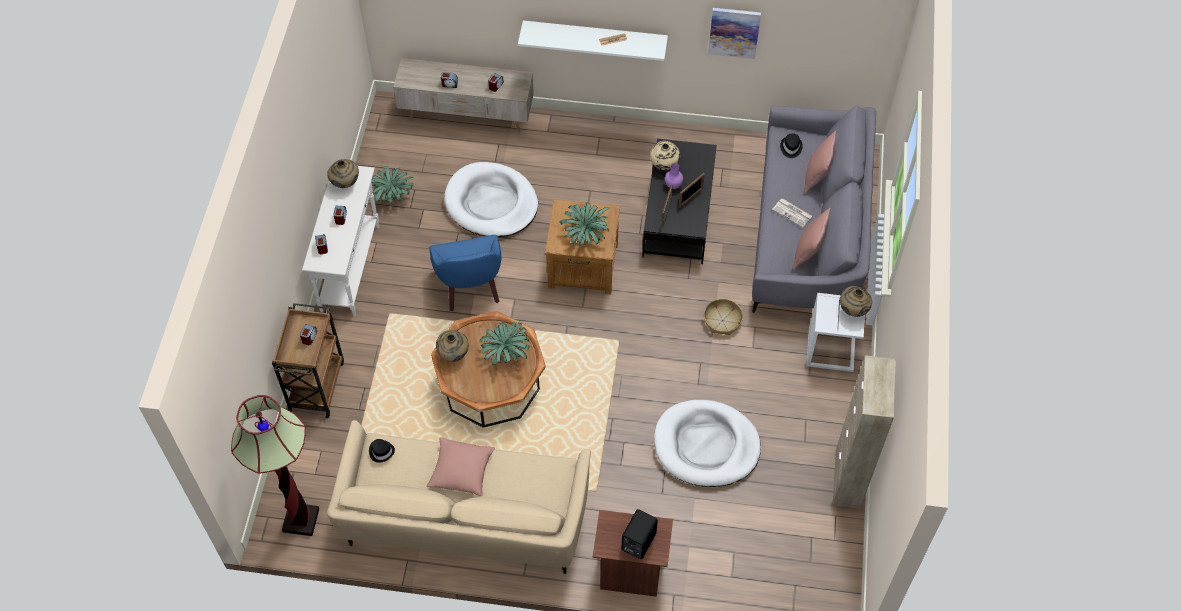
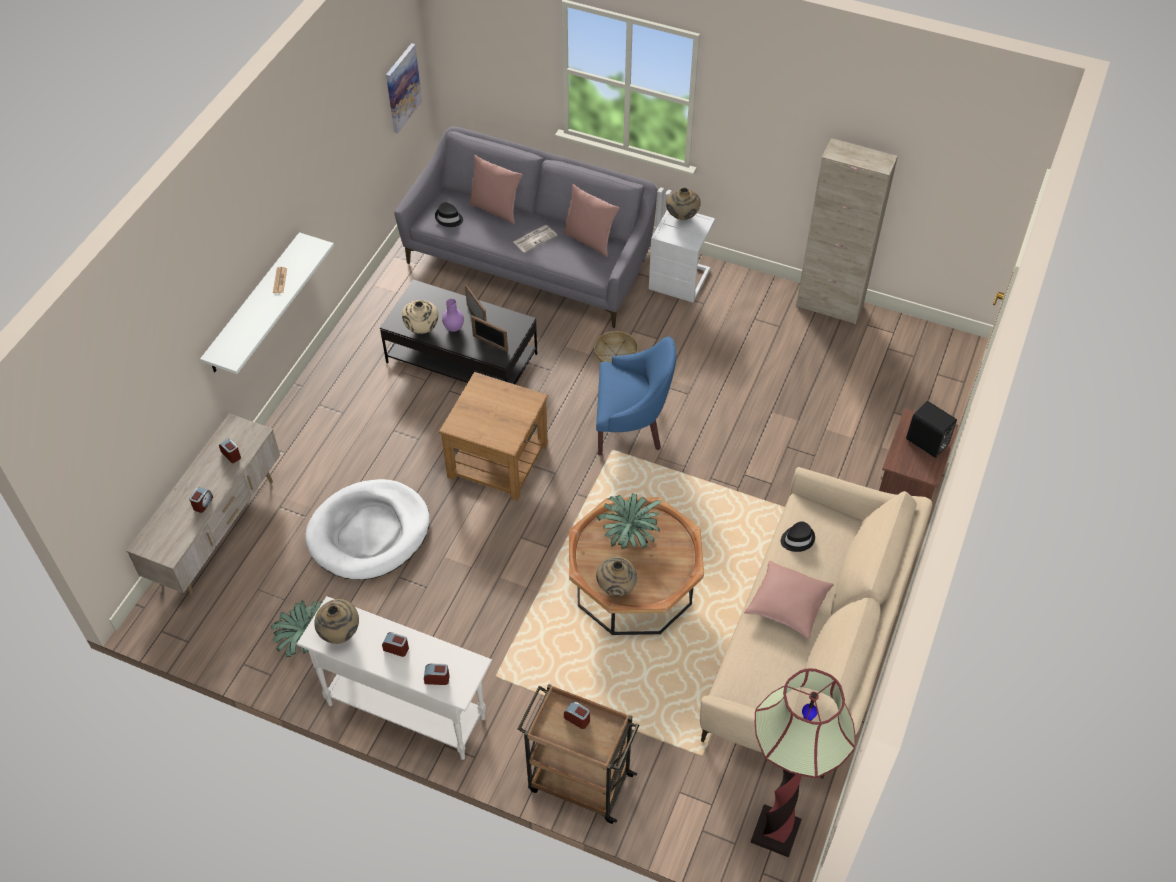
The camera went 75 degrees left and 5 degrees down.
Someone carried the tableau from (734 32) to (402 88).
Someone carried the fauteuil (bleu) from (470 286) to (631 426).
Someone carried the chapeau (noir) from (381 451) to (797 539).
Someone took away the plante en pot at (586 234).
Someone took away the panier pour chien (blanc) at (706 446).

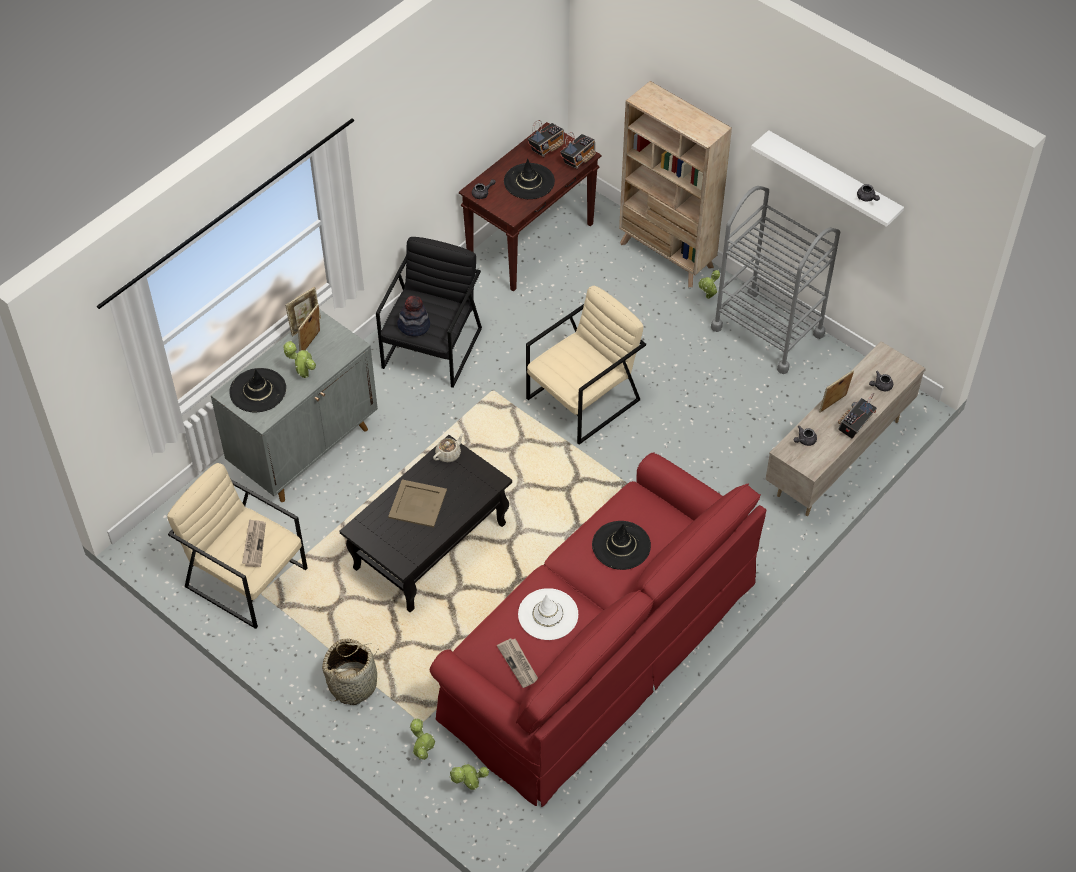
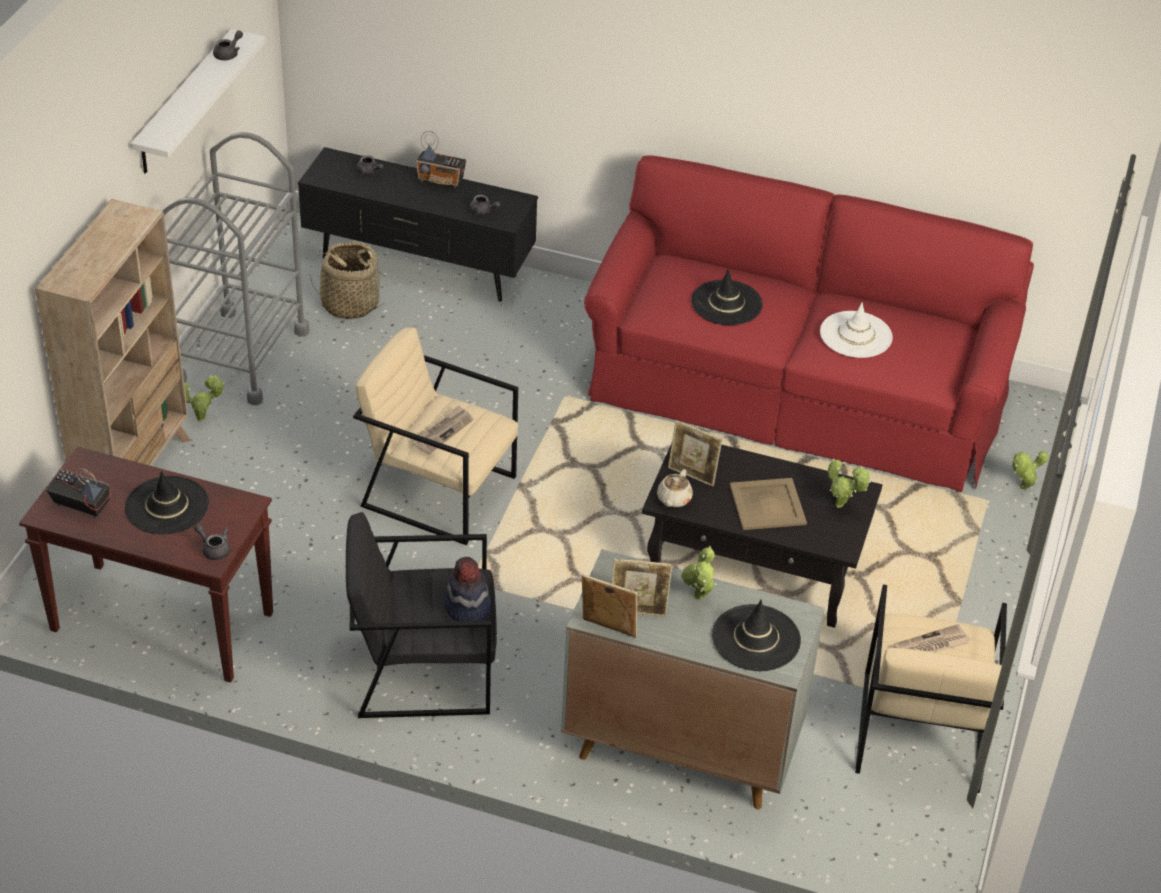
The camera went 115 degrees left and 10 degrees down.
Someone repainted the meuble télé (beige) at (837 458), which became the meuble télé (noir) at (419 268).
Someone carried the panier from (353 684) to (350 304).
Someone carried the journal from (518 663) to (443 431).
Someone rotated the théière (beige) at (448 454) by 90 degrees counterclockwise.
Someone carried the cadre photo from (833 404) to (692 475).
Someone carried the plante en pot from (470 787) to (842 506).
Someone took away the radio at (579 159).

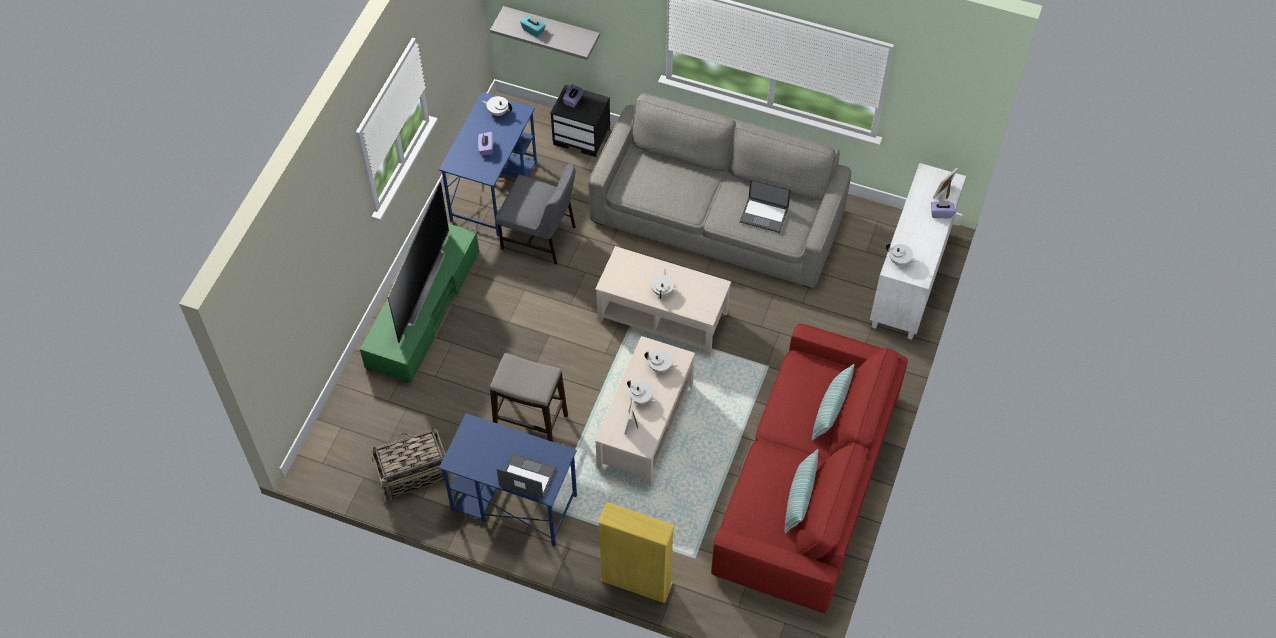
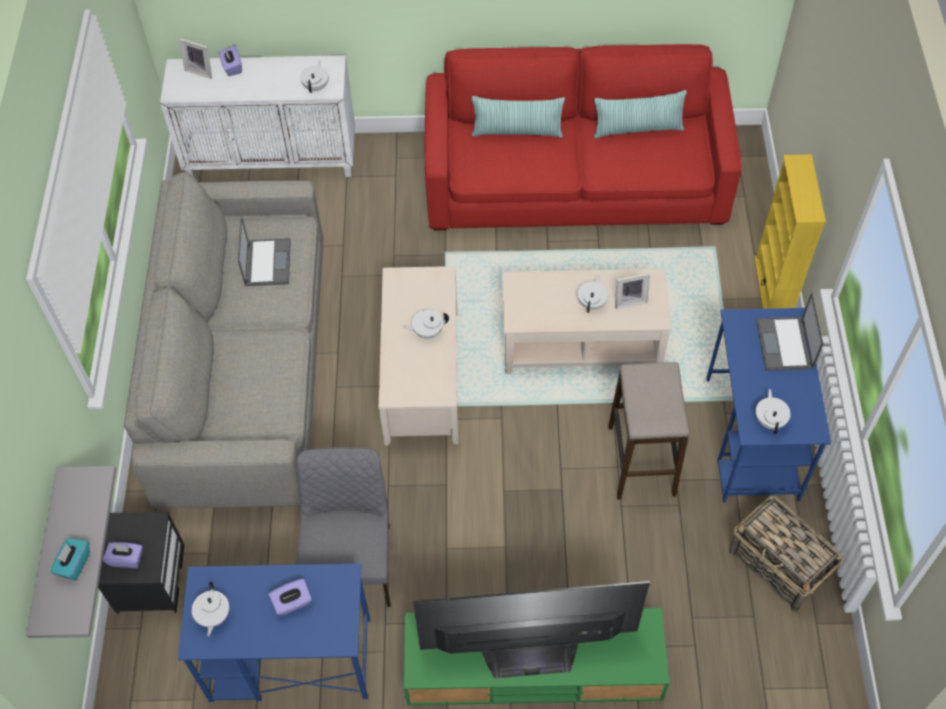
The camera went 110 degrees left and 0 degrees up.
Someone carried the théière (blanc) from (660 367) to (770 420).

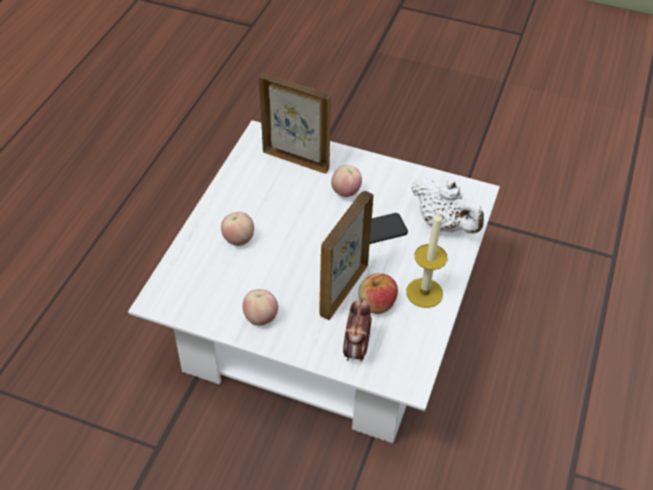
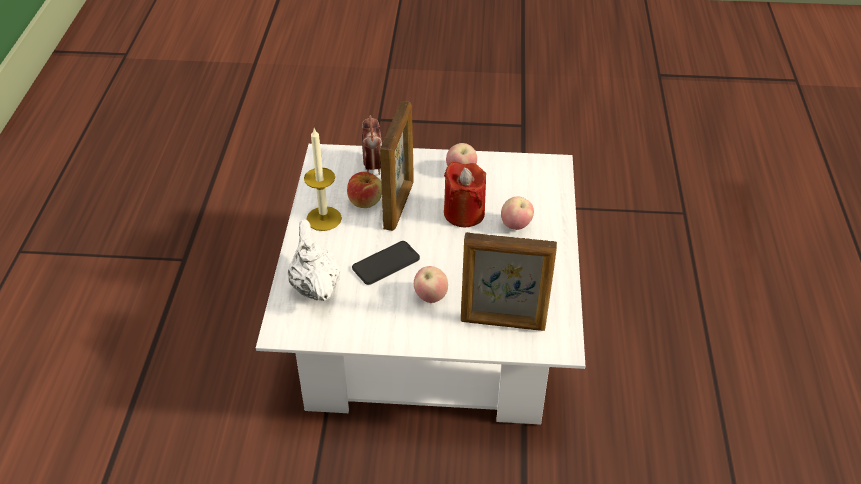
The camera went 165 degrees right and 5 degrees down.
Someone rotated the théière (blanc) at (444 224) by 45 degrees clockwise.
Someone put down the bougie (rouge) at (464 213).

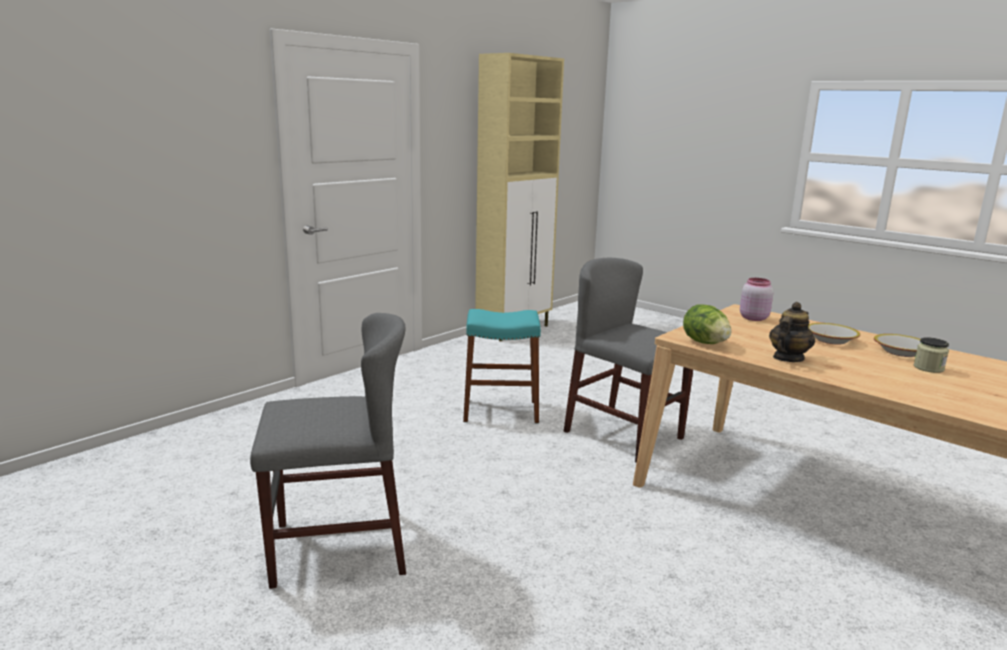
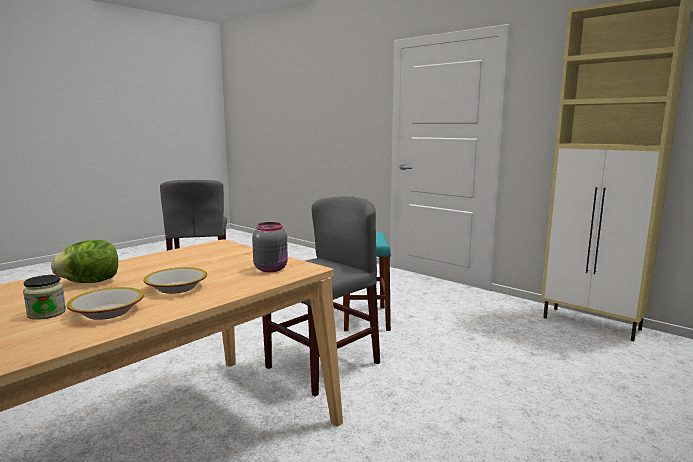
The camera went 90 degrees right and 5 degrees down.
Someone carried the laitue from (705 343) to (90 282).
Someone repainted the bocal (rose) at (753 318), which became the bocal (gris) at (271 269).
Someone took away the théière at (787 358).

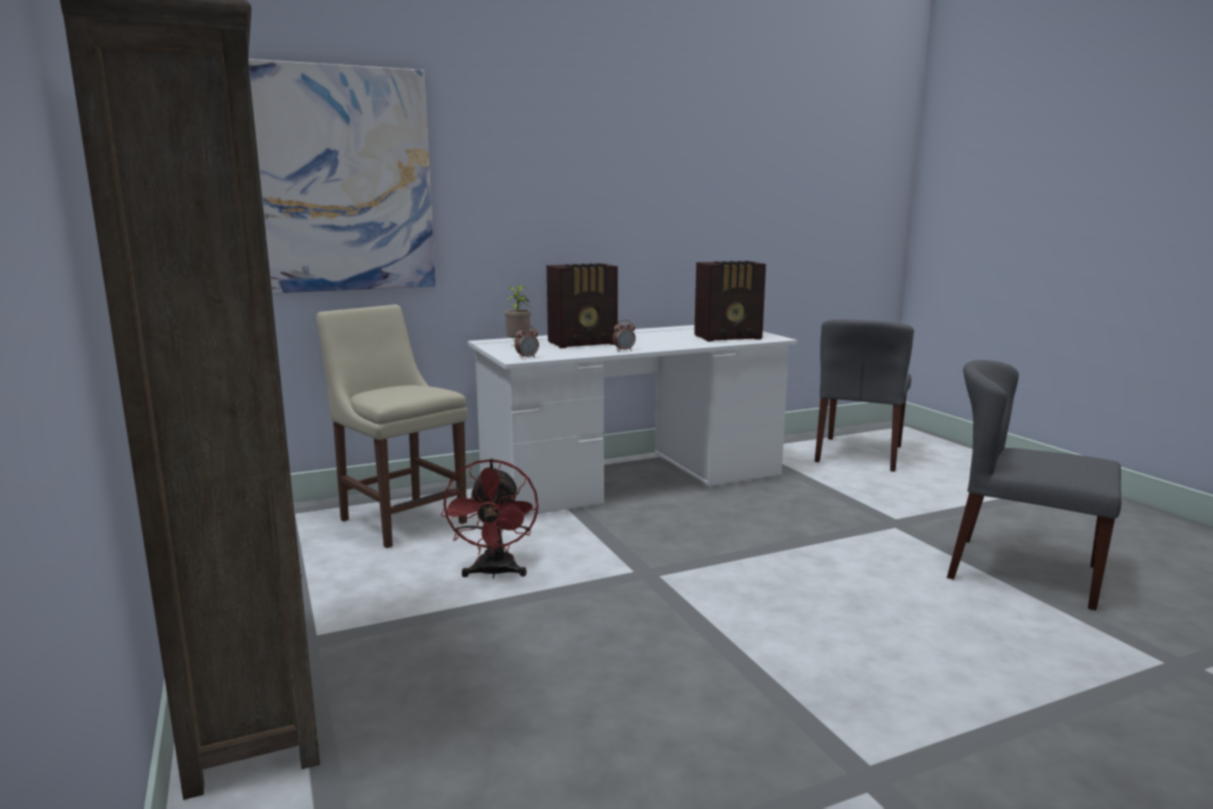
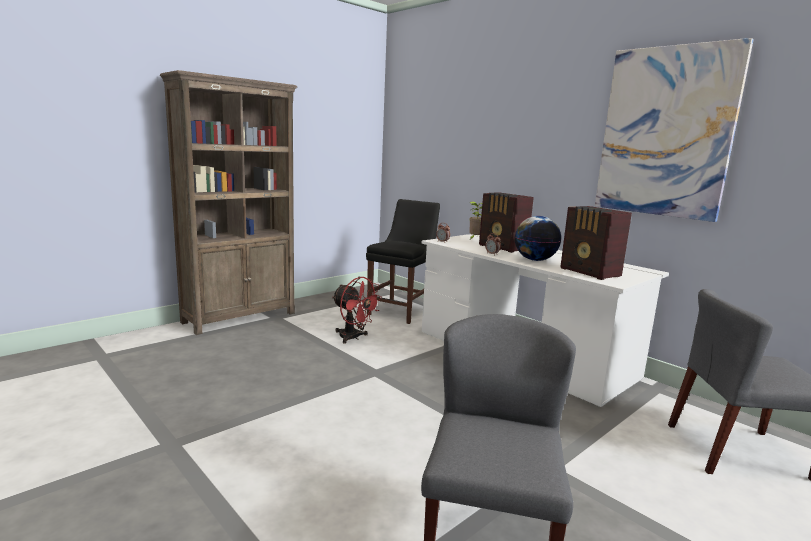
The camera went 70 degrees right and 0 degrees up.
Someone rotated the ventilateur (rouge) at (494 573) by 120 degrees counterclockwise.
Someone repainted the chaise (beige) at (400 519), which became the chaise (noir) at (401 311).
Someone put down the globe at (535 260).
Someone carried the tableau from (347 180) to (665 132).

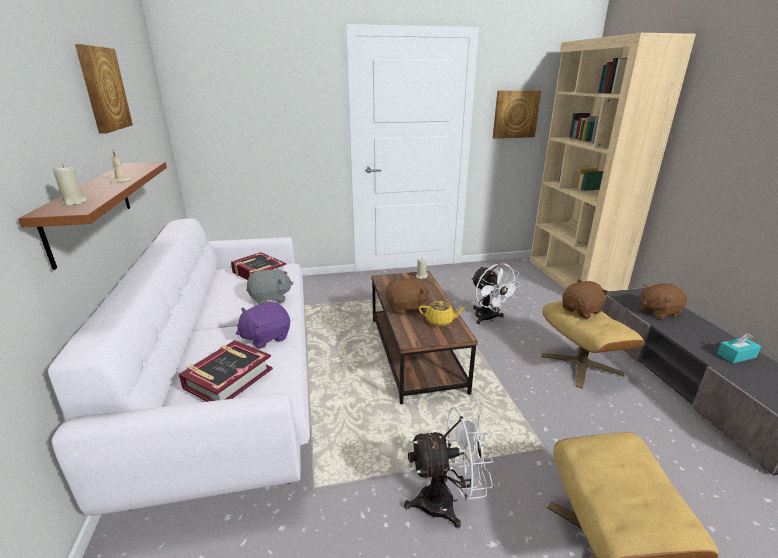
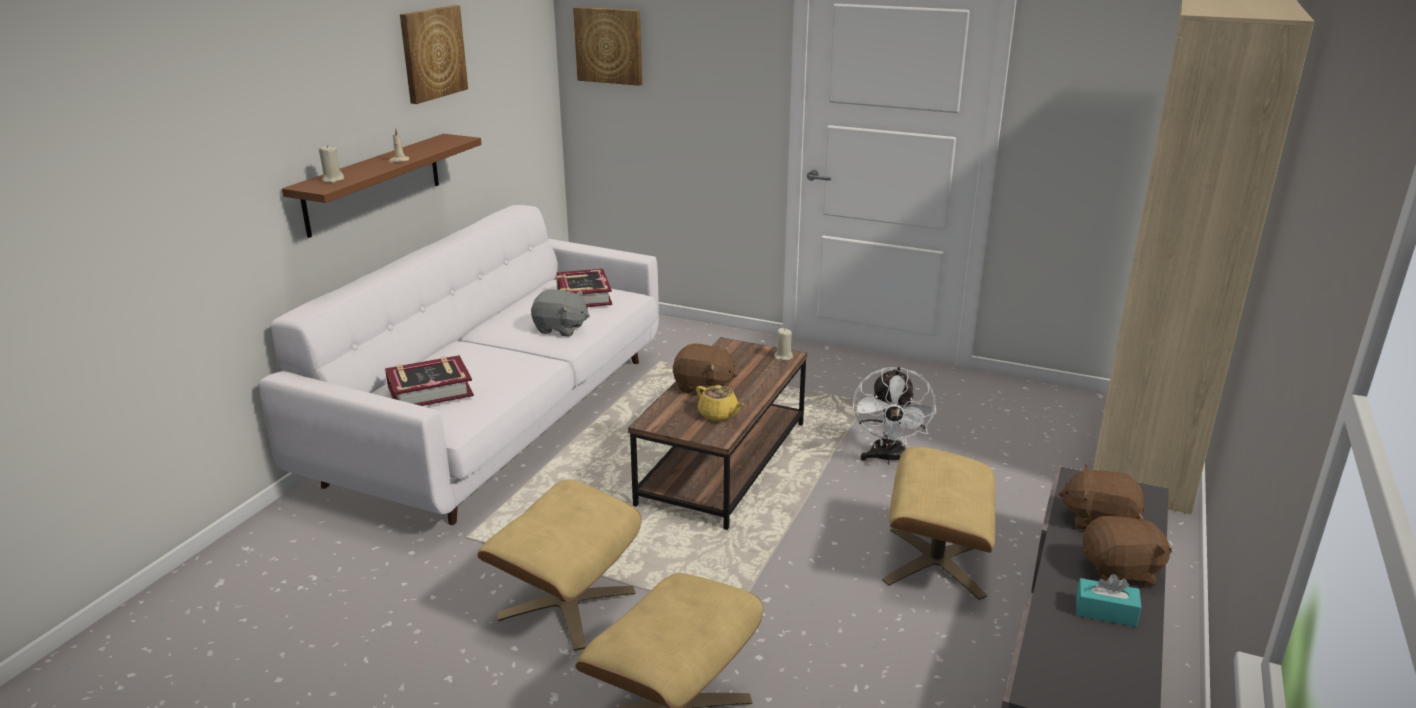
The camera went 35 degrees right and 0 degrees up.
Someone swapped the ventilateur (blanc) at (446 502) for the pouf (beige) at (566 603).
Someone carried the tableau from (515 114) to (609 45).
Someone carried the peluche (marron) from (581 311) to (1121 572).
Someone took away the peluche (violet) at (266 337).

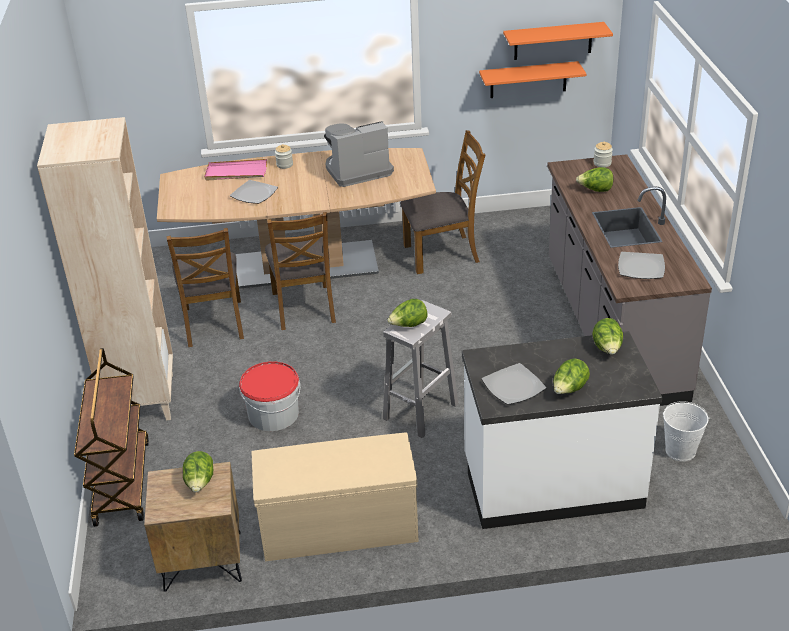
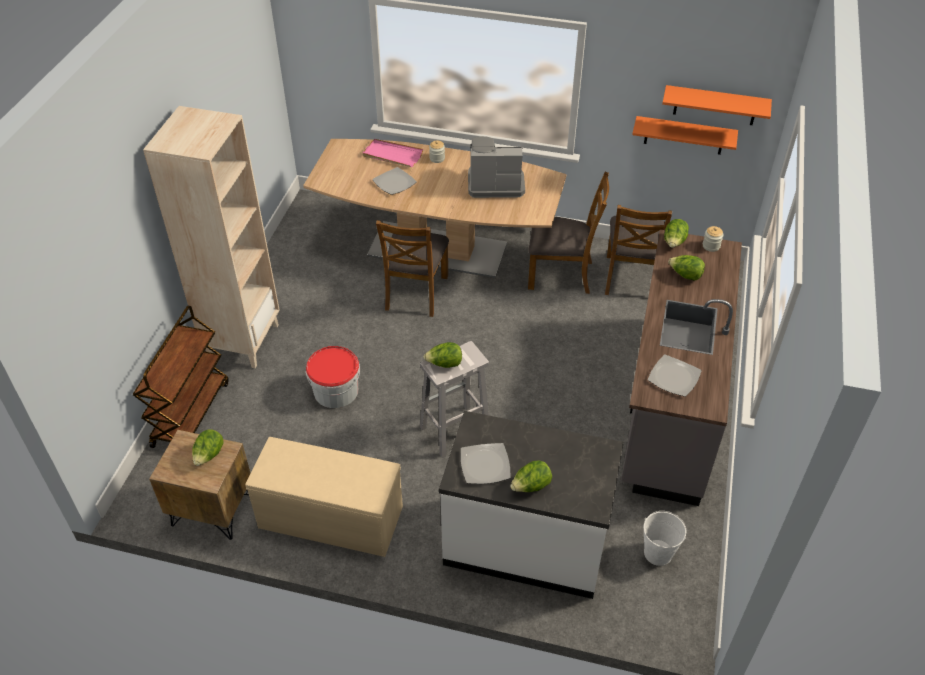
The camera went 20 degrees right and 10 degrees up.
Someone carried the chaise (marron) from (213 323) to (630 277).
Someone carried the laitue from (607 349) to (674 243).

